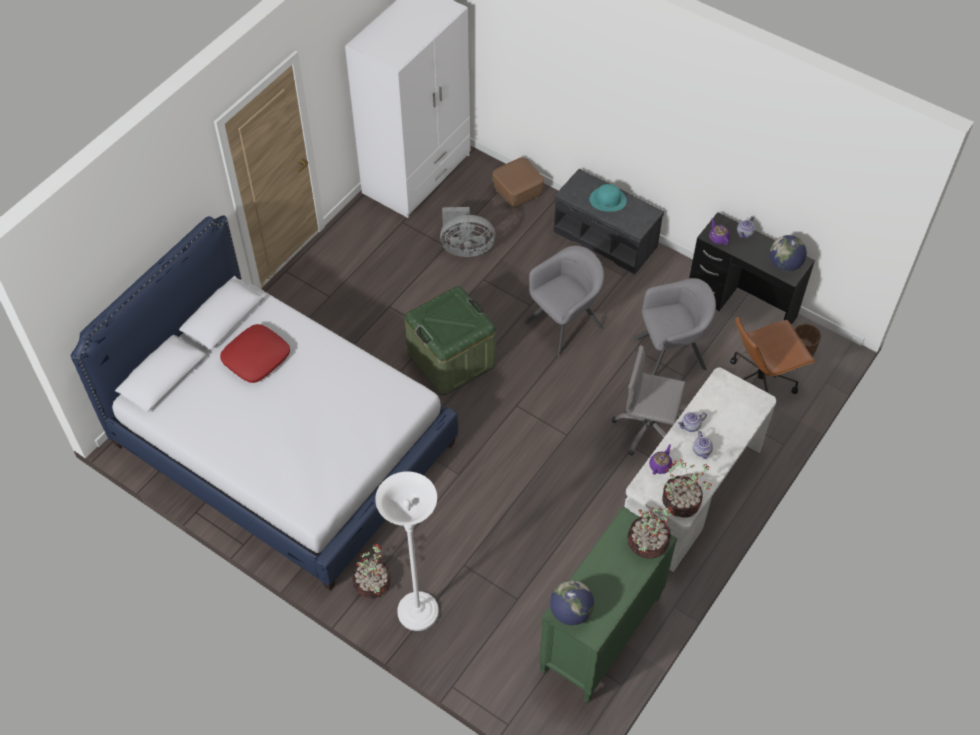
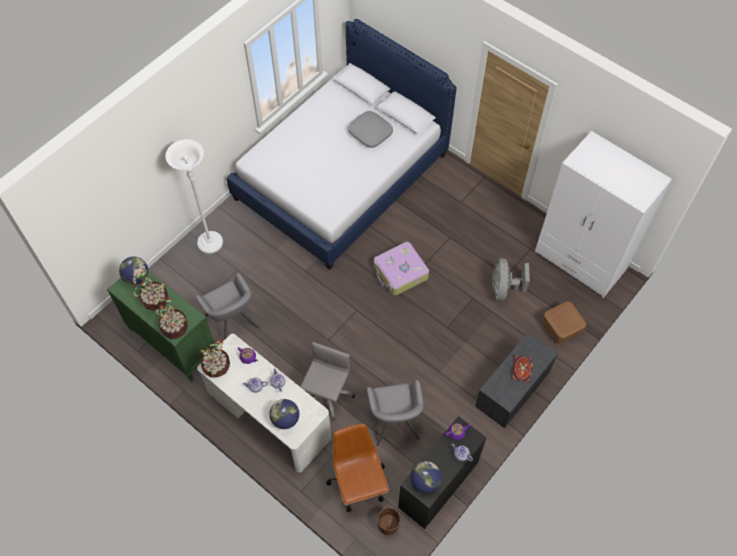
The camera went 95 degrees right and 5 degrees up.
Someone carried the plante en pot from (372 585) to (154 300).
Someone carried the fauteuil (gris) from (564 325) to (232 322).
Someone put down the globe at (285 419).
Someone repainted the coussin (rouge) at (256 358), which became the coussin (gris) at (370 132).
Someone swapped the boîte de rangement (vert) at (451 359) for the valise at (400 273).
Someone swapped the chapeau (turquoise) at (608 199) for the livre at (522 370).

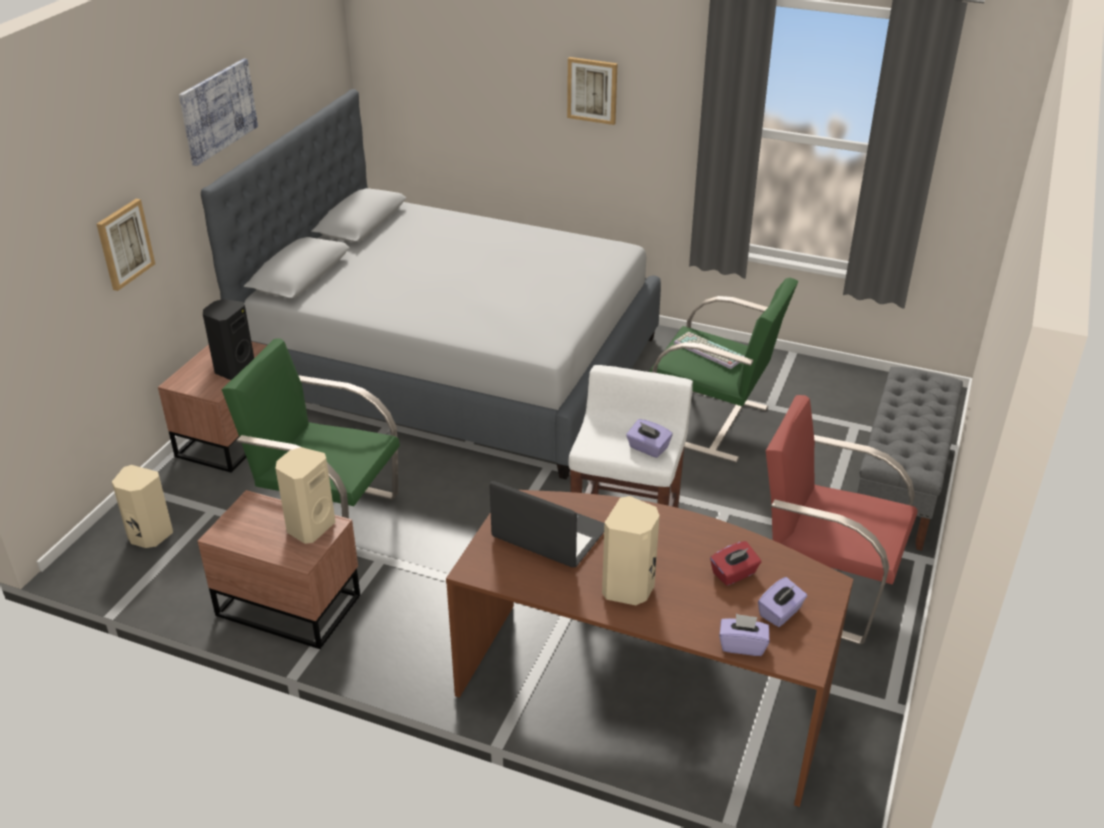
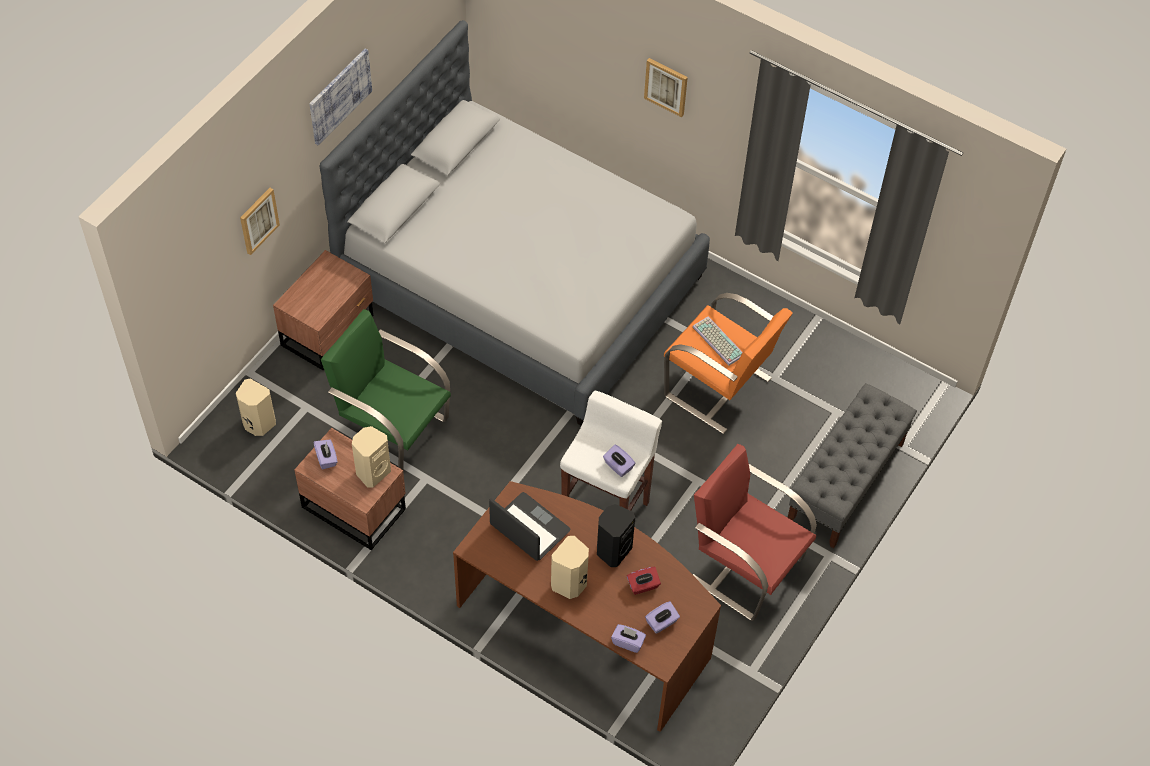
The camera went 10 degrees right and 20 degrees up.
Someone put down the boîte à mouchoirs (violet) at (326 458).
Someone carried the enceinte (noir) from (233 369) to (613 550).
Someone repainted the fauteuil (vert) at (713 423), which became the fauteuil (orange) at (719 388).

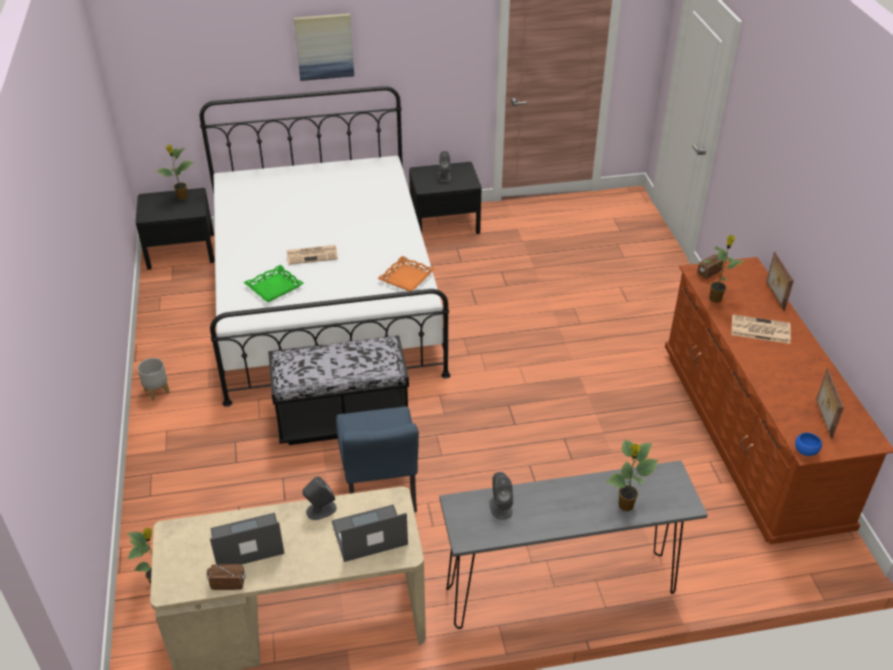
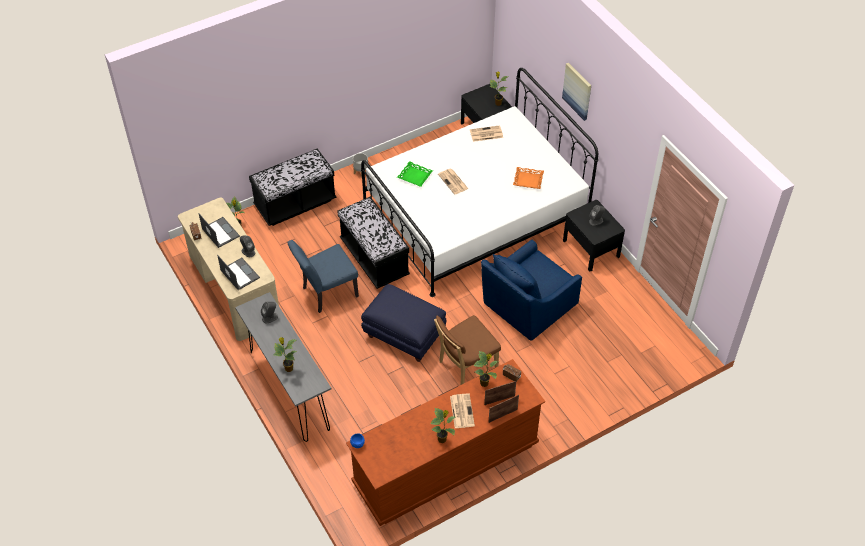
The camera went 70 degrees right and 10 degrees up.
Someone put down the banc (noir) at (295 203).
Someone put down the pouf (bleu) at (403 335).
Someone put down the plante en pot at (442 439).
Someone put down the chaise (marron) at (465 366).
Someone put down the journal at (486 134).
Someone put down the fauteuil (bleu) at (527 306).
Someone carried the cadre photo from (822 418) to (499 399).
Someone carried the plateau (orange) from (407 278) to (528 180).

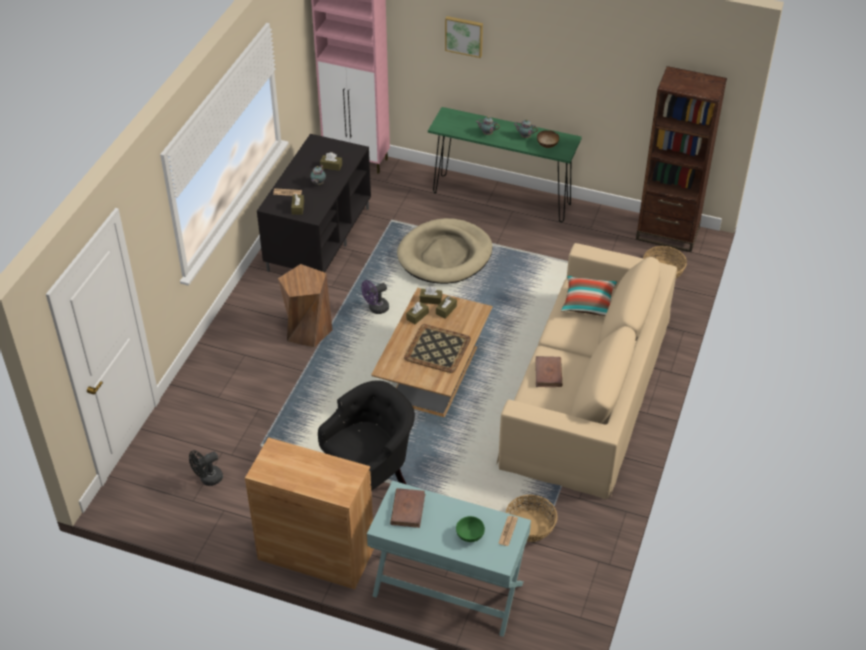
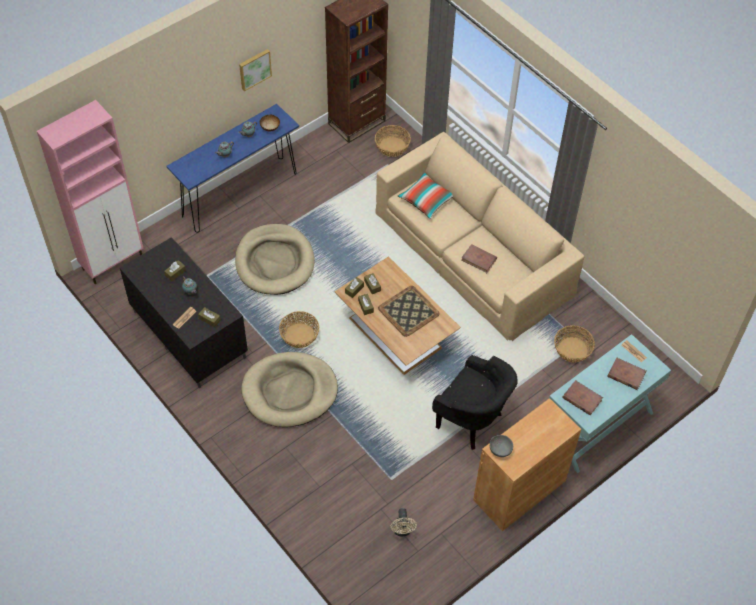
The camera went 60 degrees left and 10 degrees up.
Someone repainted the table console (vert) at (501 198), which became the table console (bleu) at (239 194).
Someone carried the tableau from (464 35) to (254 69).
Someone swapped the tabouret (marron) at (307 330) for the panier pour chien (beige) at (289 391).
Someone swapped the ventilateur (violet) at (375 309) for the panier at (299 335).
Someone repainted the ventilateur (noir) at (208 479), which became the ventilateur (beige) at (402 531).
Someone rotated the fauteuil (noir) at (372 479) by 135 degrees clockwise.
Someone put down the bol (gris) at (500 449).
Someone swapped the bol (vert) at (469 536) for the livre (marron) at (626 375).

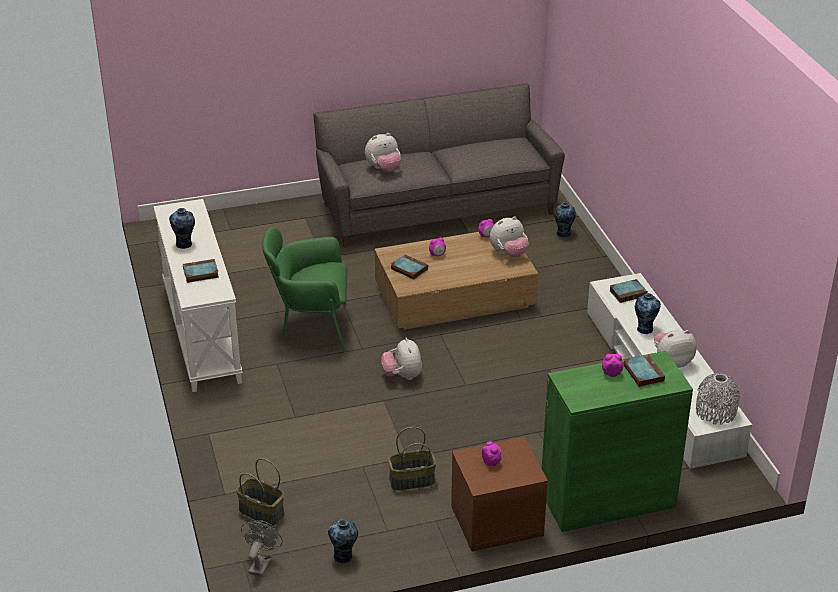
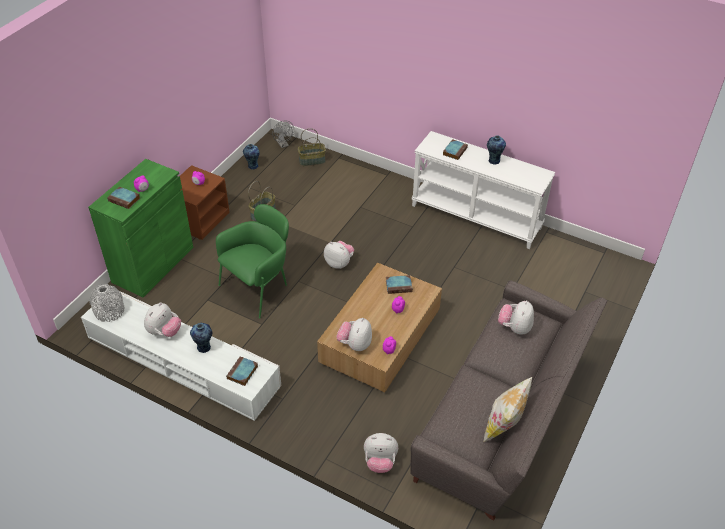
The camera went 135 degrees right and 10 degrees up.
Someone carried the fauteuil (vert) from (311 329) to (259 287).
Someone swapped the vase at (563 234) for the peluche at (380 461).
Someone put down the coussin at (504 424).

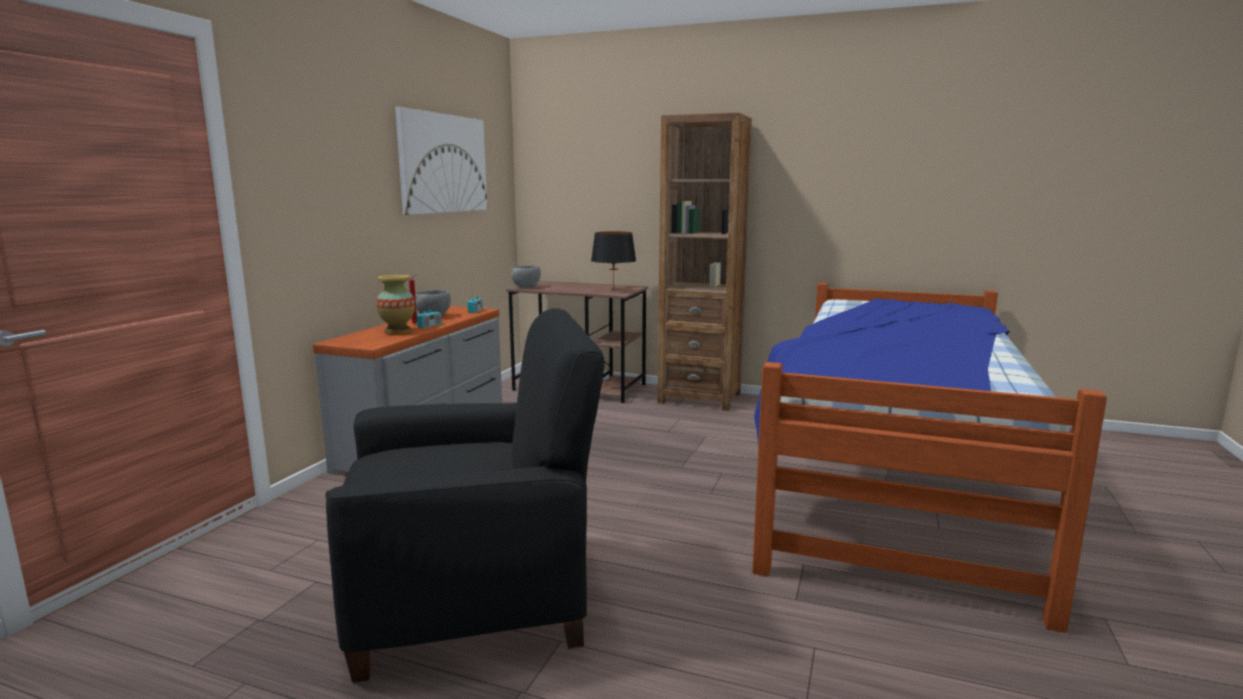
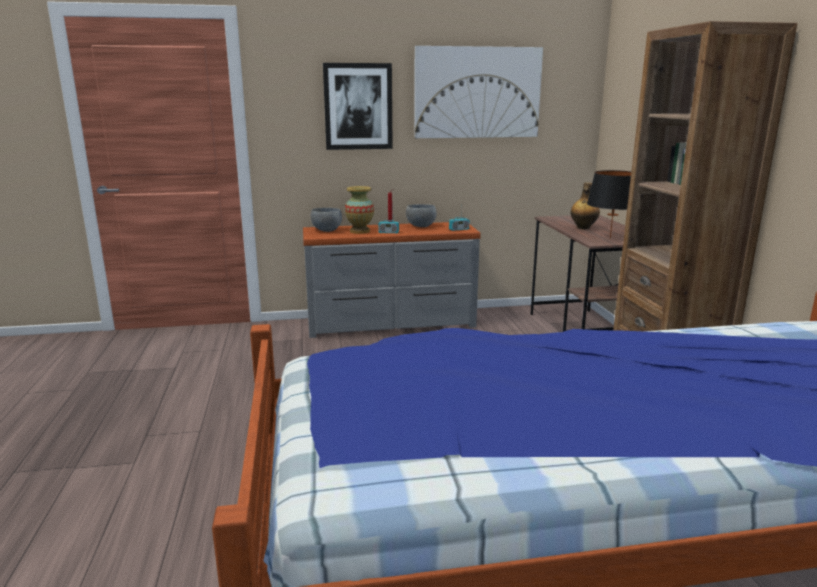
The camera went 60 degrees right and 5 degrees up.
Someone carried the bol (gris) from (526 287) to (327 231).
Someone put up the tableau at (358 106).
Someone put down the bouteille at (583 228).
Someone took away the fauteuil (noir) at (473 597).

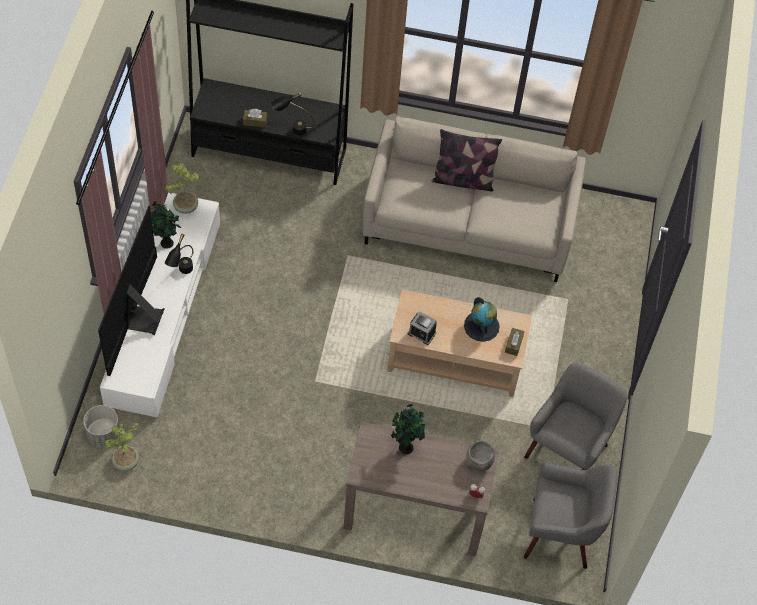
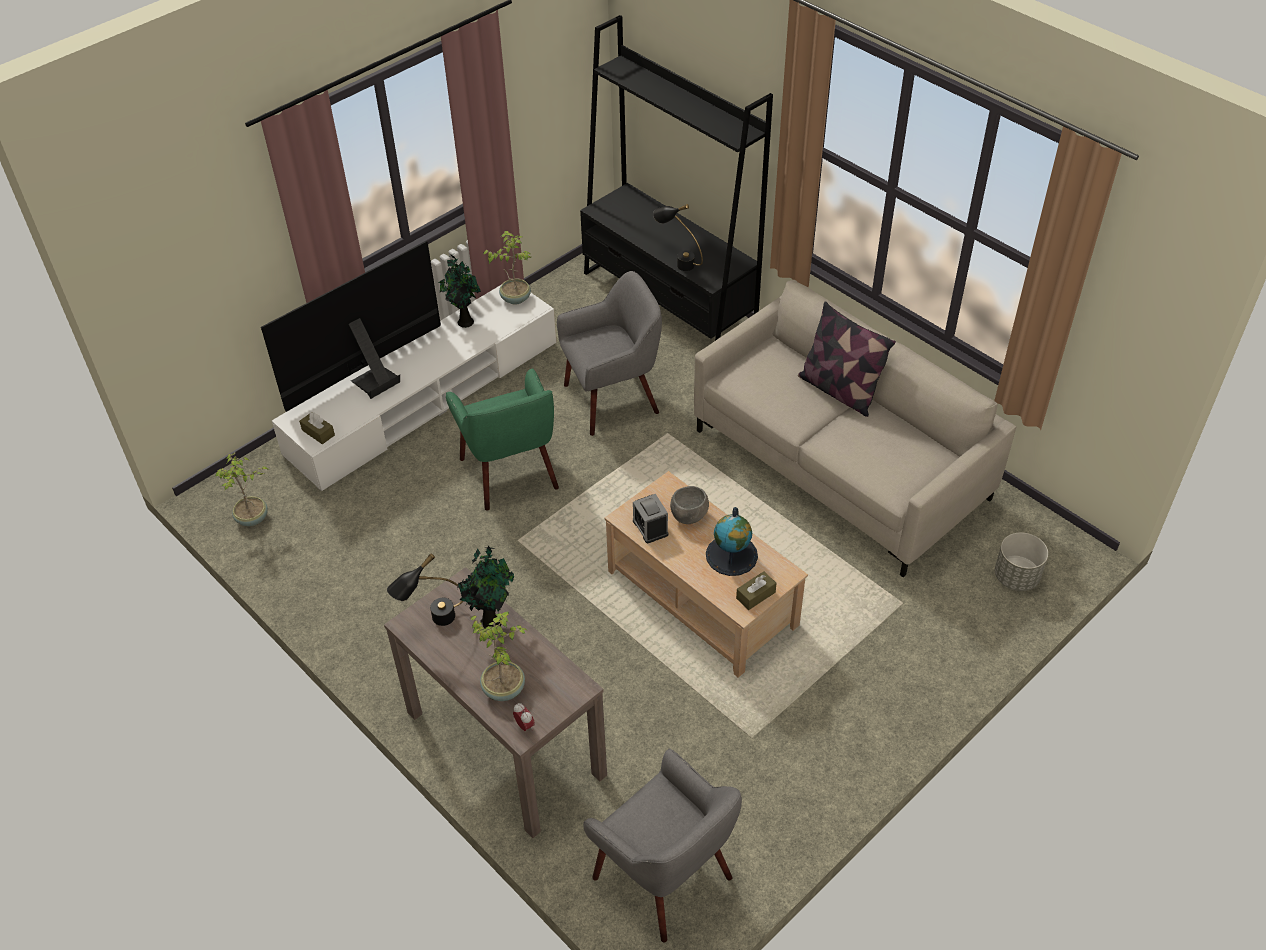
The camera went 40 degrees right and 10 degrees down.
Someone carried the boîte à mouchoirs (marron) from (255 121) to (318 432).
Someone carried the lampe de table (noir) from (182 273) to (433 621).
Someone put down the fauteuil (vert) at (510 473).
Someone put down the plante en pot at (504 688).
Someone carried the fauteuil (gris) from (567 451) to (613 399).
Someone carried the bol (gris) from (479 462) to (688 516).
Someone carried the cache-pot (gris) from (104 435) to (1016 577).

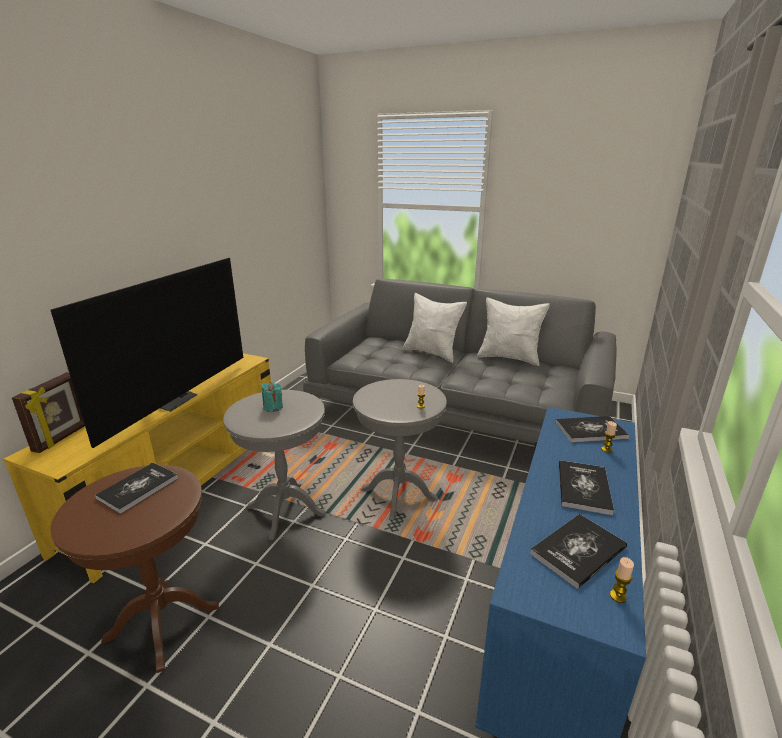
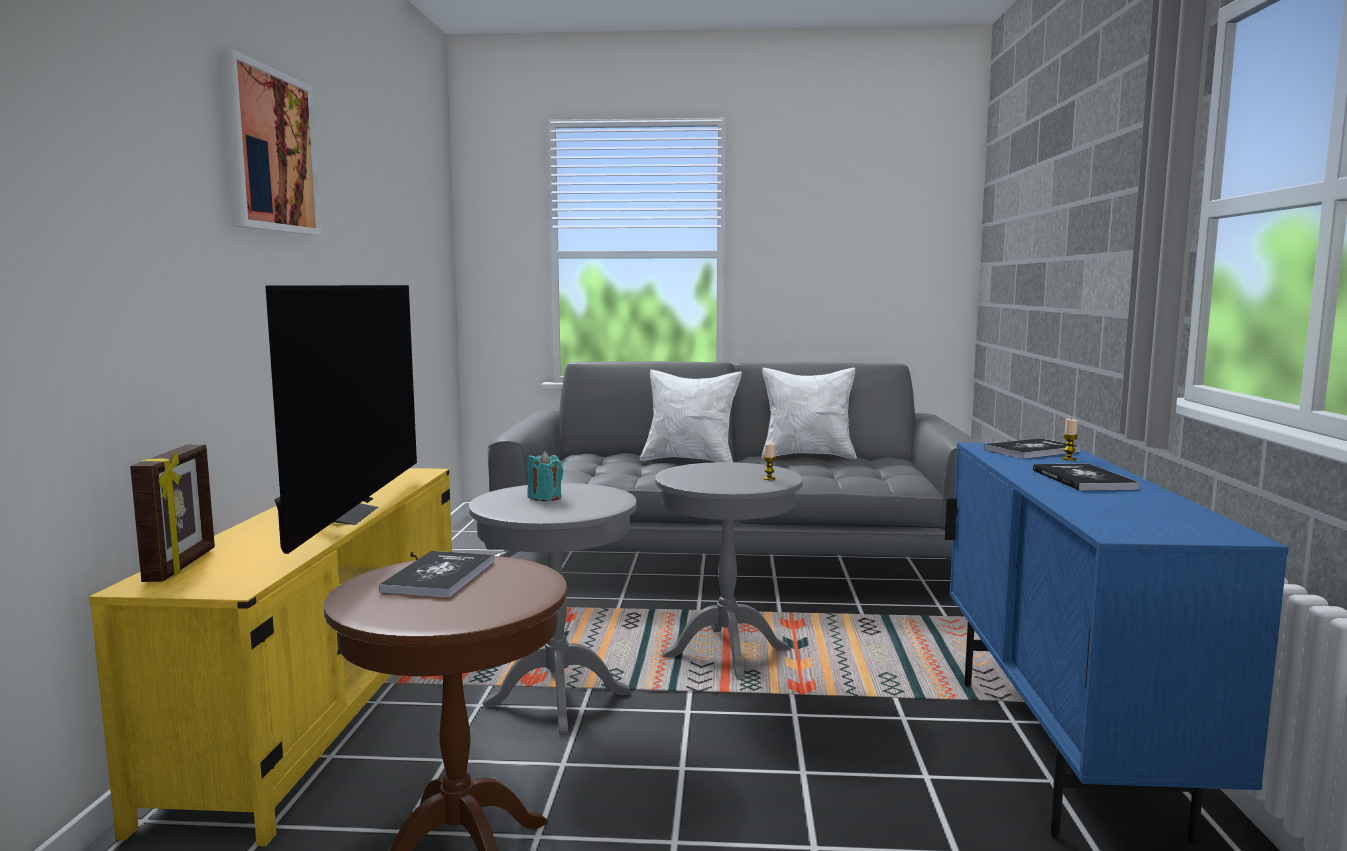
The camera went 20 degrees left and 15 degrees down.
Someone put up the tableau at (269 151).
Someone took away the livre at (578 550).
Someone took away the bougie at (618 596).

